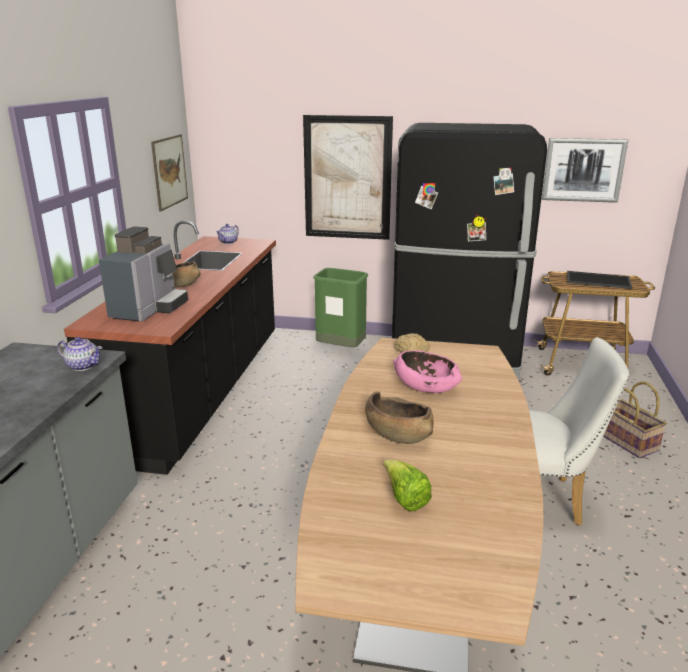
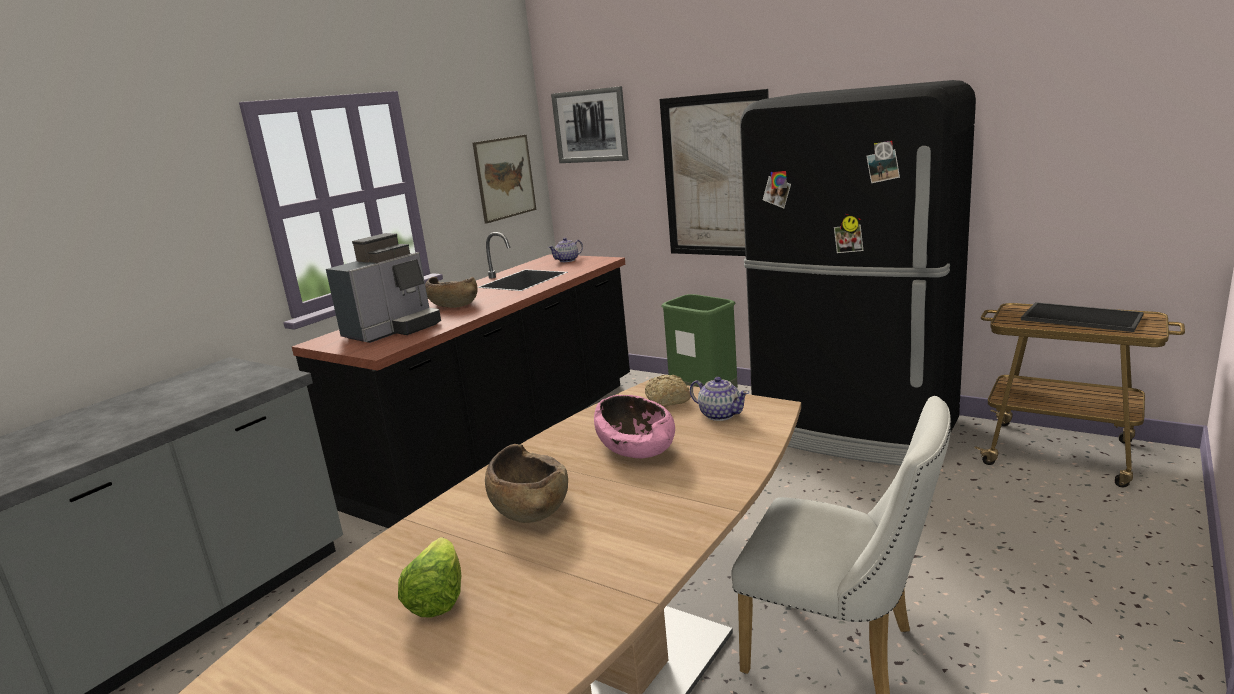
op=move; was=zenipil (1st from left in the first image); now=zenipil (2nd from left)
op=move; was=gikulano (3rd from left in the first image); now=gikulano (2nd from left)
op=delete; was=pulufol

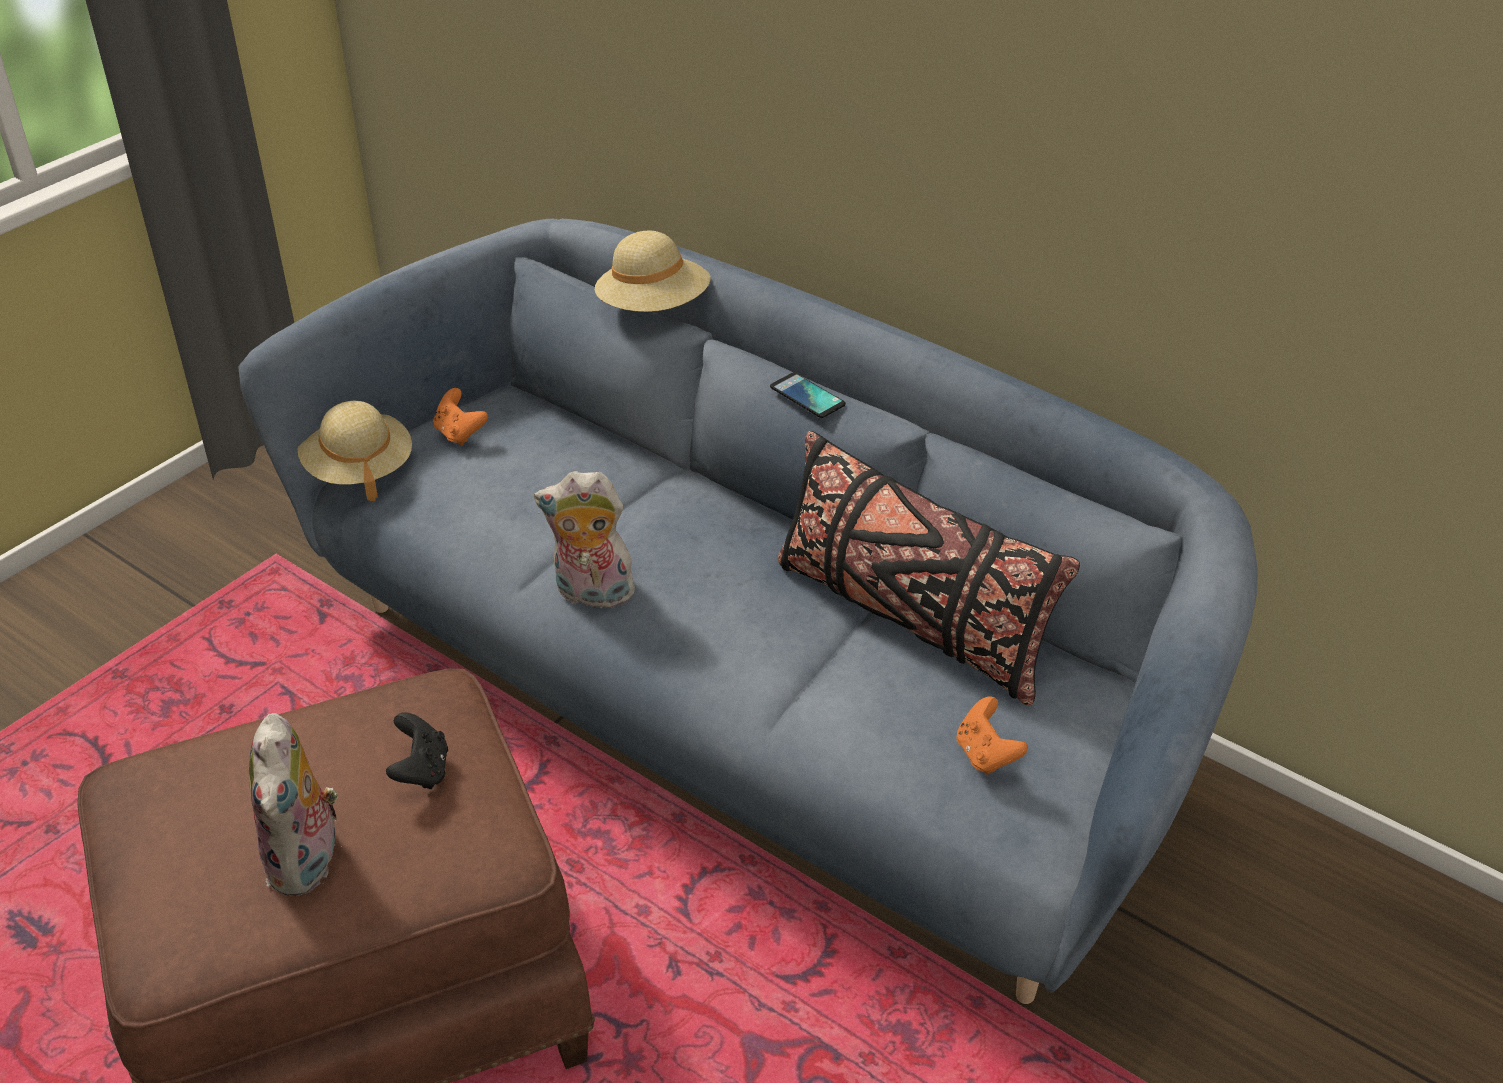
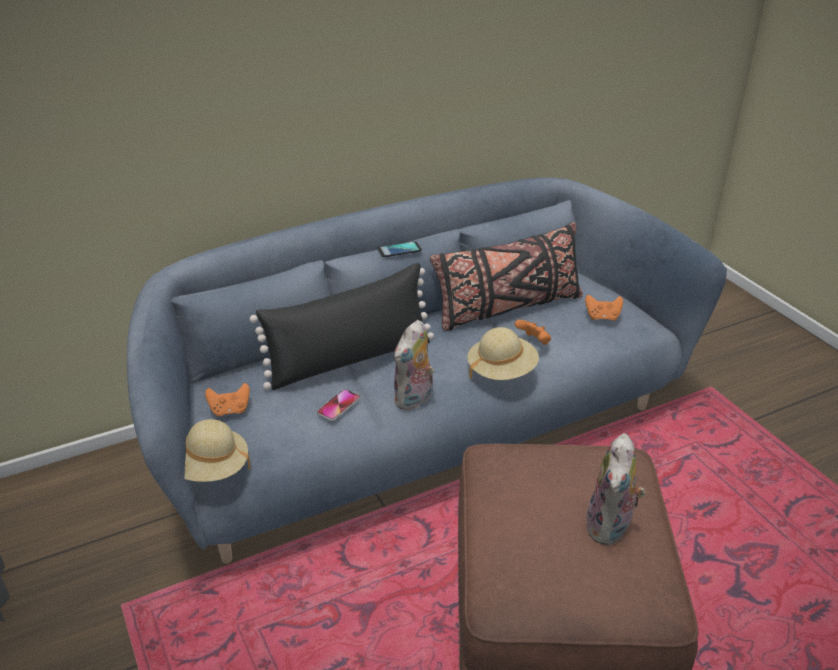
op=rotate; was=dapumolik (1st from left in the first image); clockwise=90
op=delete; was=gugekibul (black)
op=move; was=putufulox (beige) (2nd from left)
op=insert; now=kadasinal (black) (1st from left)
op=insert; now=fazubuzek (1st from left)
op=insert; now=gugekibul (orange) (2nd from left)

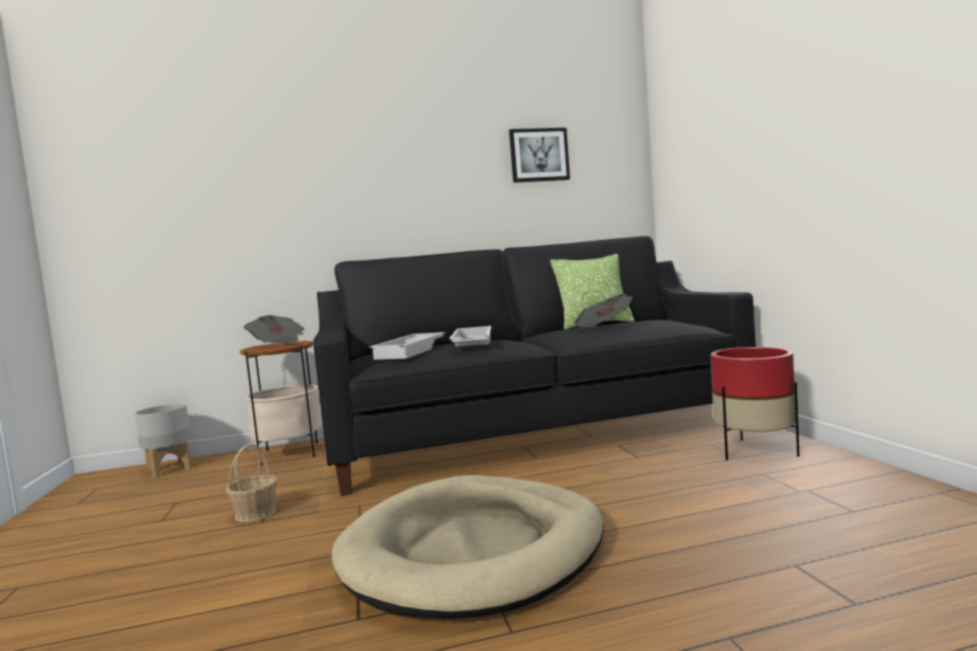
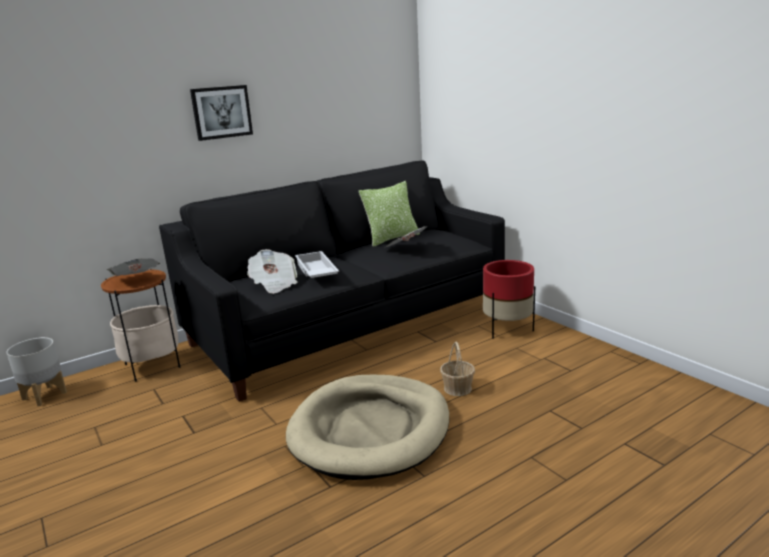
op=move; was=pulufol
op=replace; was=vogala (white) (1st from left); now=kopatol (2nd from left)
op=move; was=gikulano

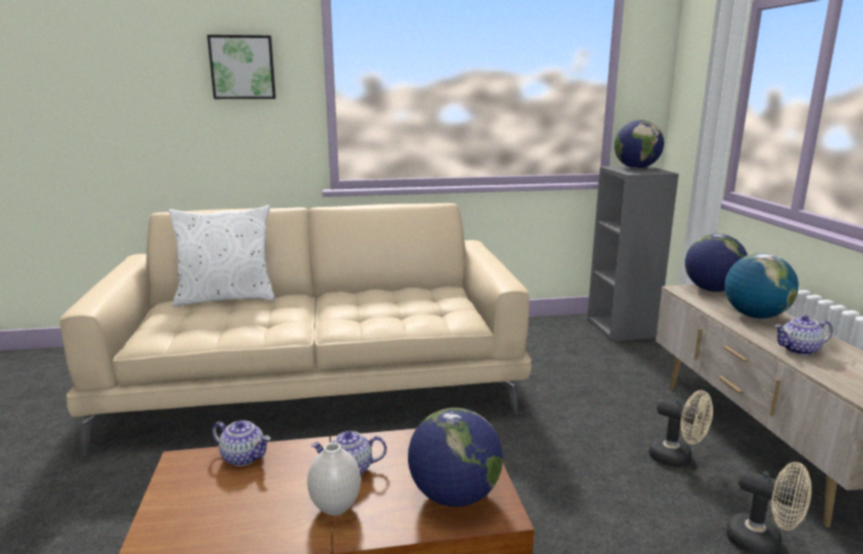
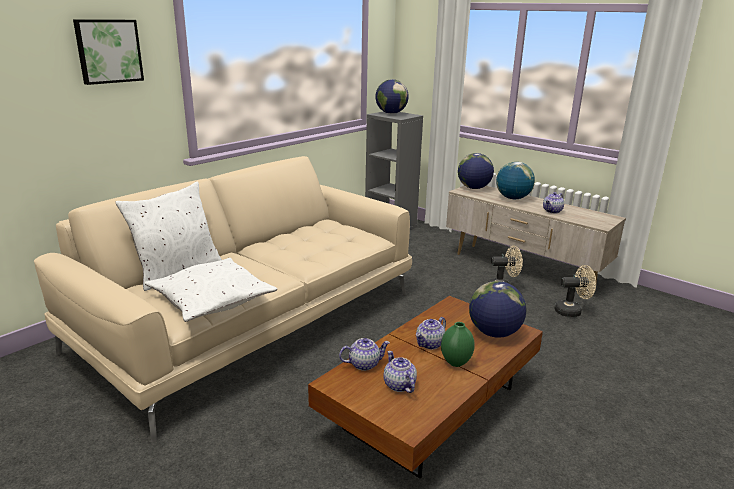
op=recolor; was=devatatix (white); now=devatatix (green)
op=insert; now=kadasinal (white) (2nd from left)
op=insert; now=zenipil (2nd from left)

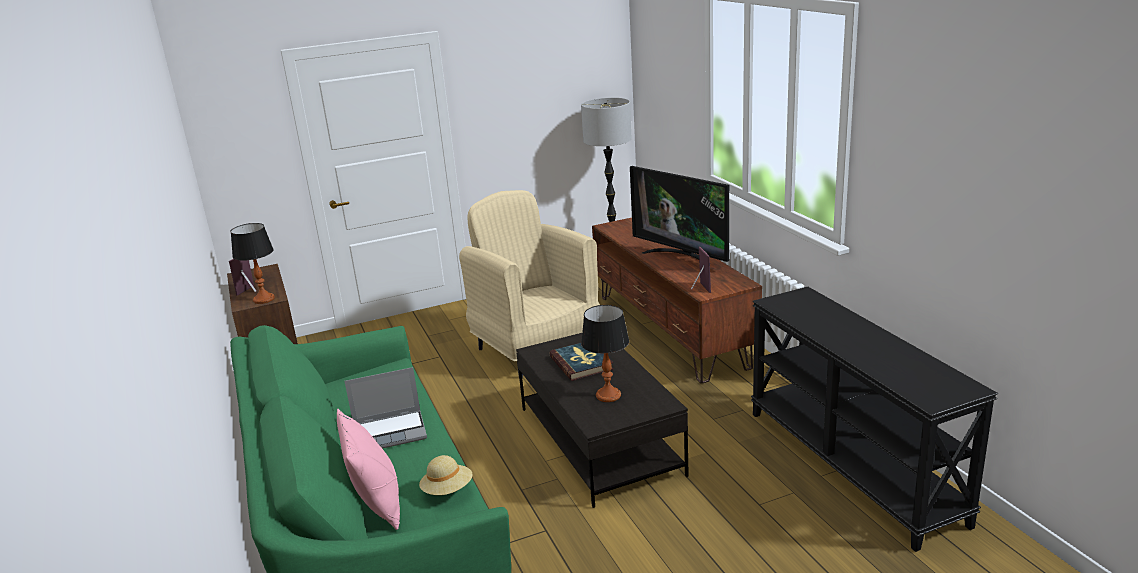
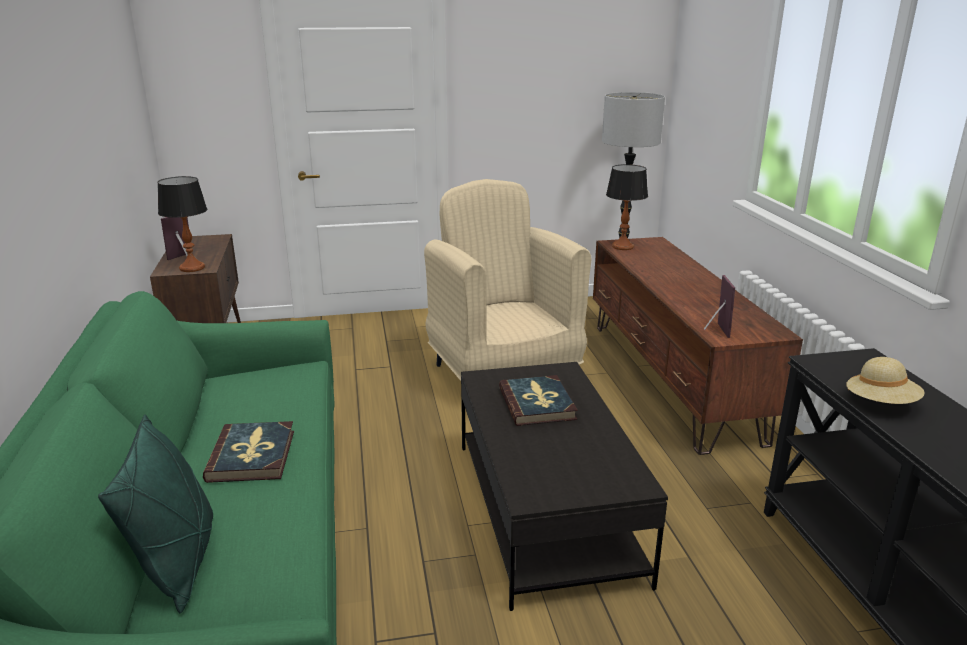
op=recolor; was=kadasinal (pink); now=kadasinal (green)
op=replace; was=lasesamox; now=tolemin (1st from left)
op=move; was=putufulox (beige)
op=move; was=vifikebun (2nd from left)
op=delete; was=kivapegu

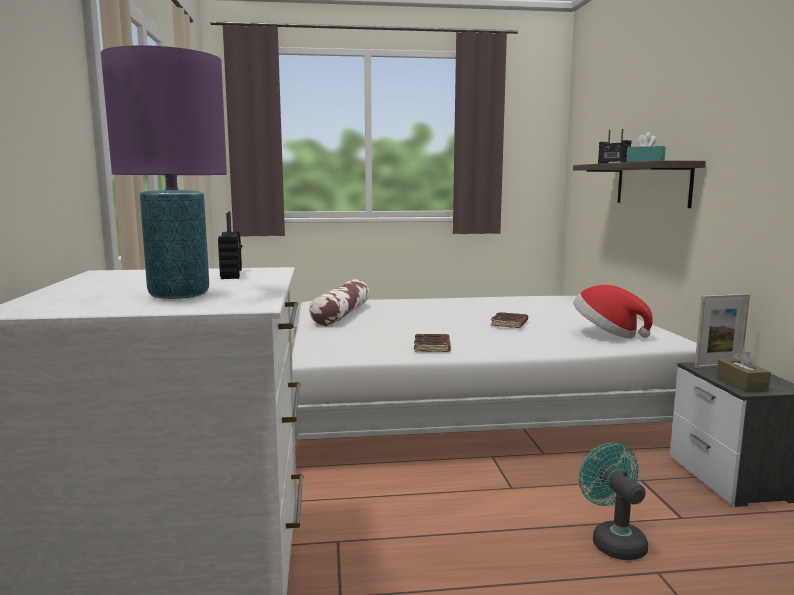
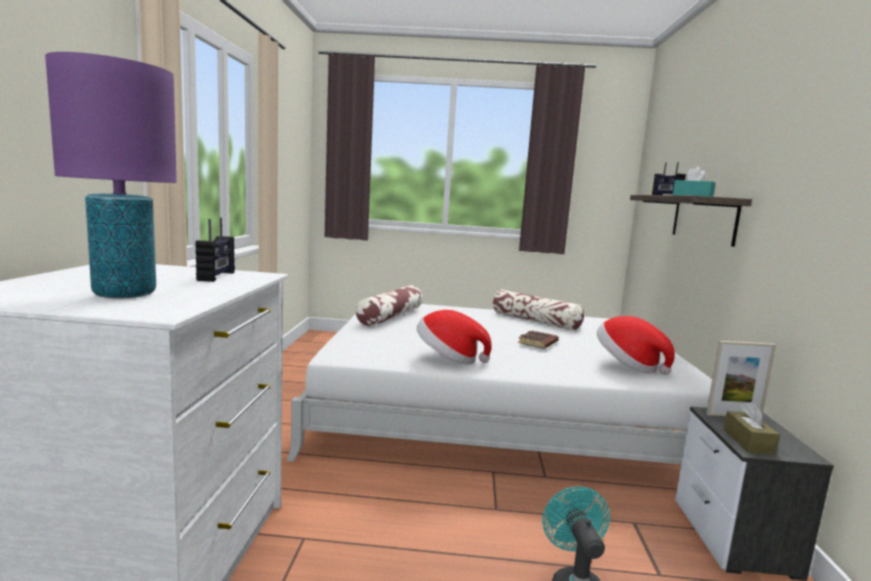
op=replace; was=tolemin (brown) (1st from left); now=putufulox (1st from left)
op=insert; now=kadasinal (2nd from left)

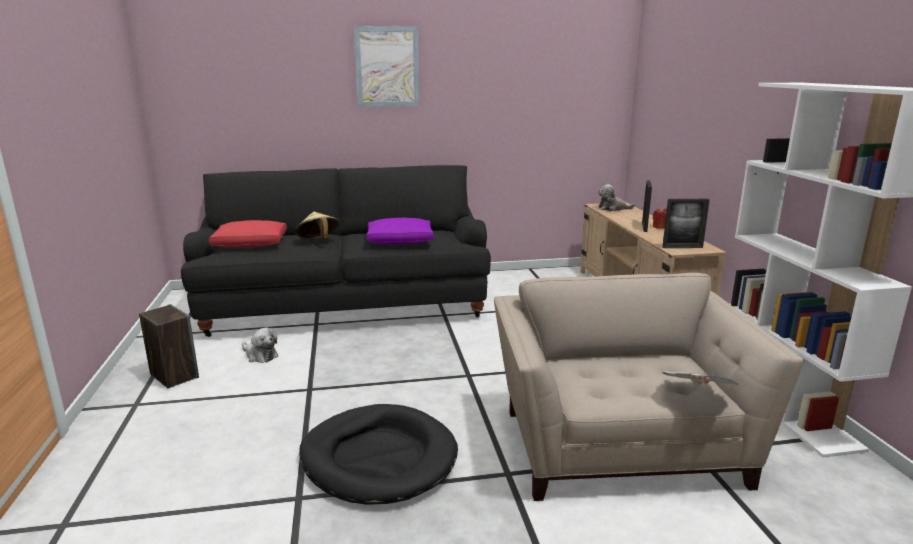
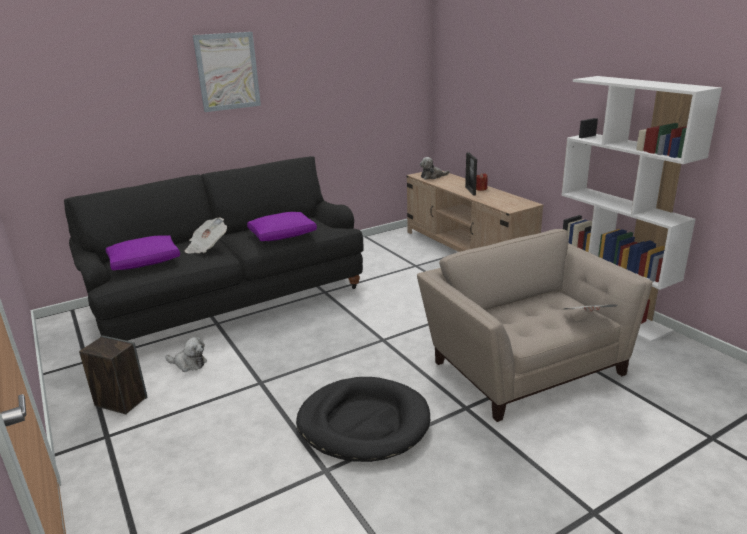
op=recolor; was=kadasinal (red); now=kadasinal (purple) (1st from left)
op=replace; was=putufulox (beige); now=kopatol (1st from left)
op=delete; was=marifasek (2nd from left)

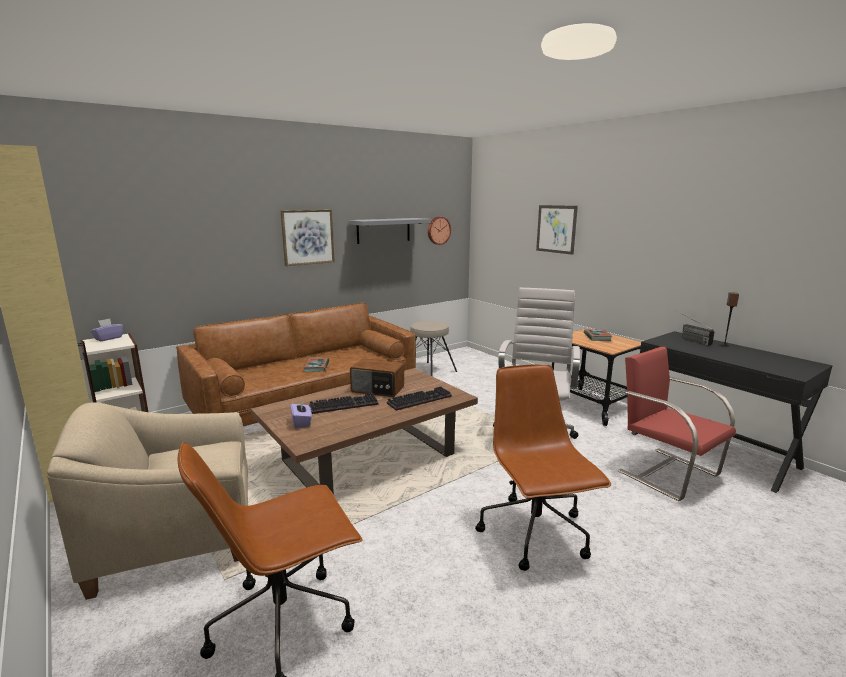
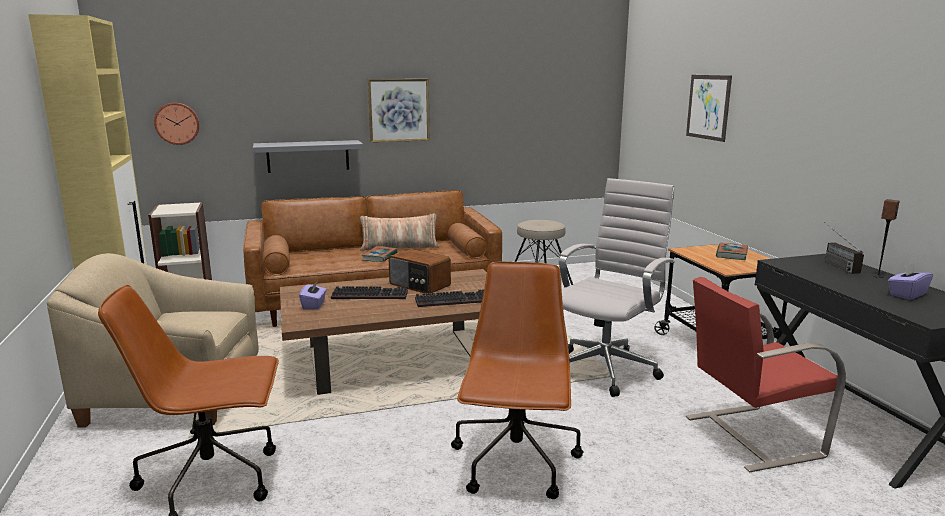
op=move; was=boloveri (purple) (1st from left in the first image); now=boloveri (purple) (2nd from left)
op=move; was=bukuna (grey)
op=move; was=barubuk
op=rotate; was=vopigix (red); clockwise=-90
op=insert; now=kadasinal

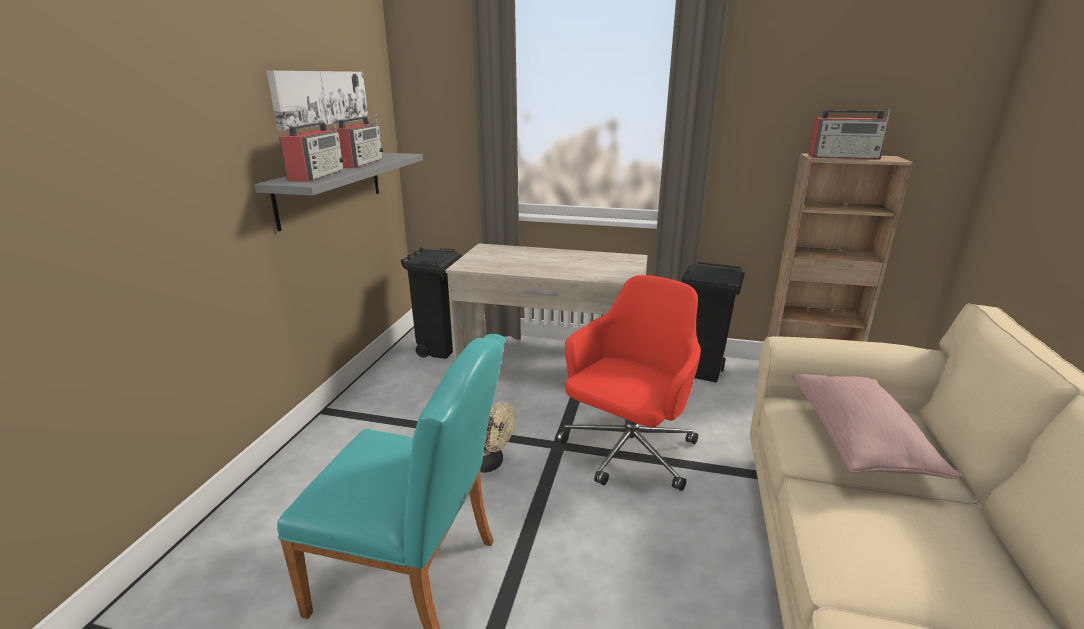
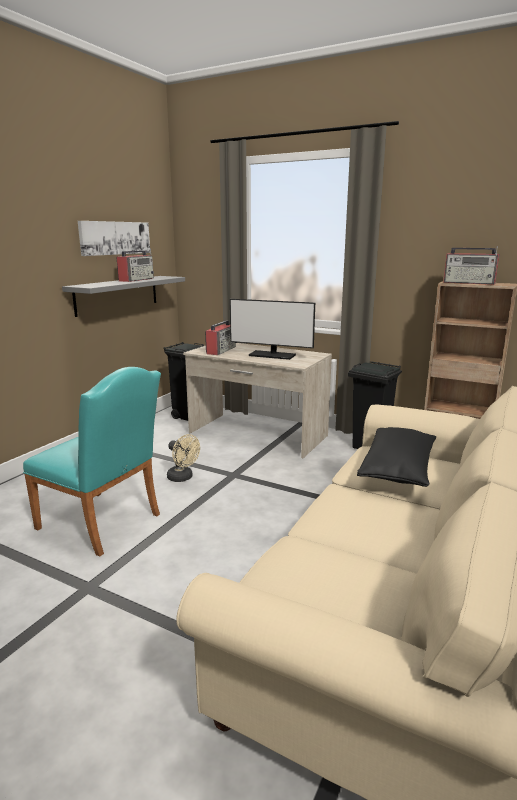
op=move; was=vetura (1st from left in the first image); now=vetura (2nd from left)
op=delete; was=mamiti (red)
op=recolor; was=kadasinal (pink); now=kadasinal (black)
op=insert; now=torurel

